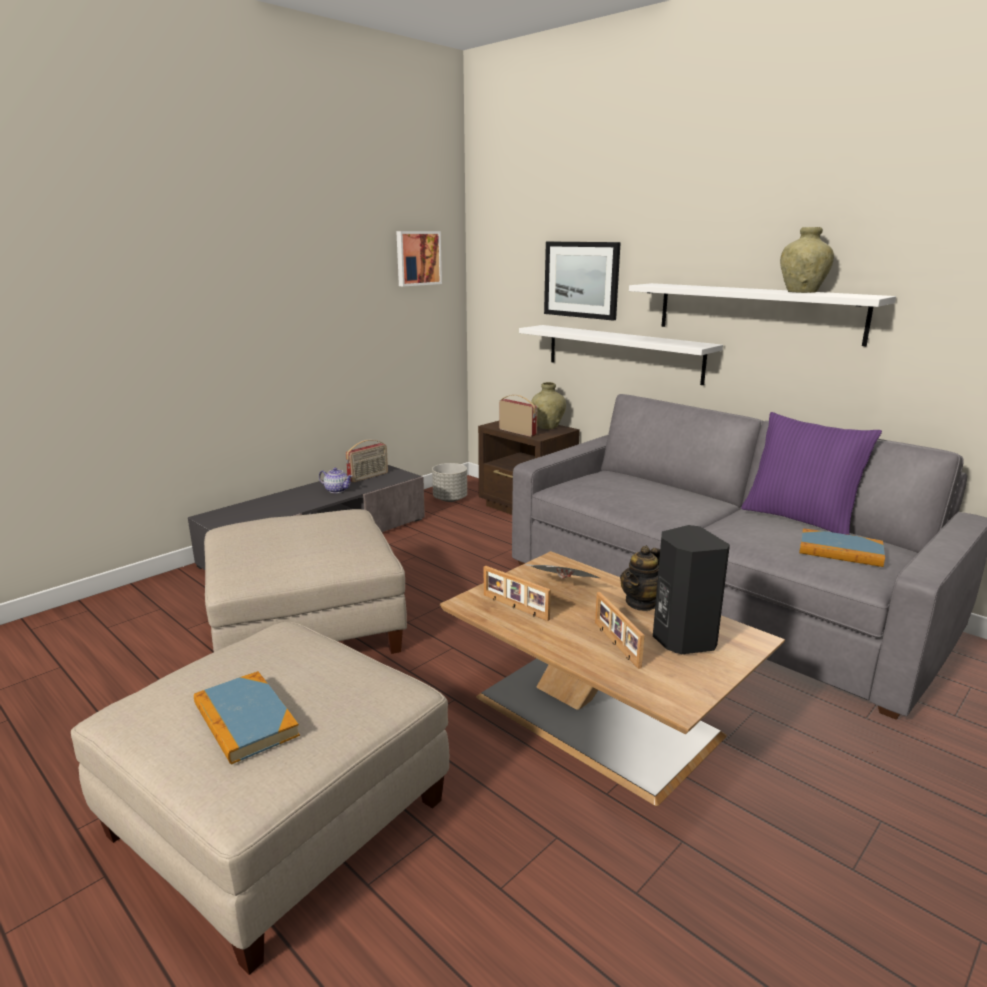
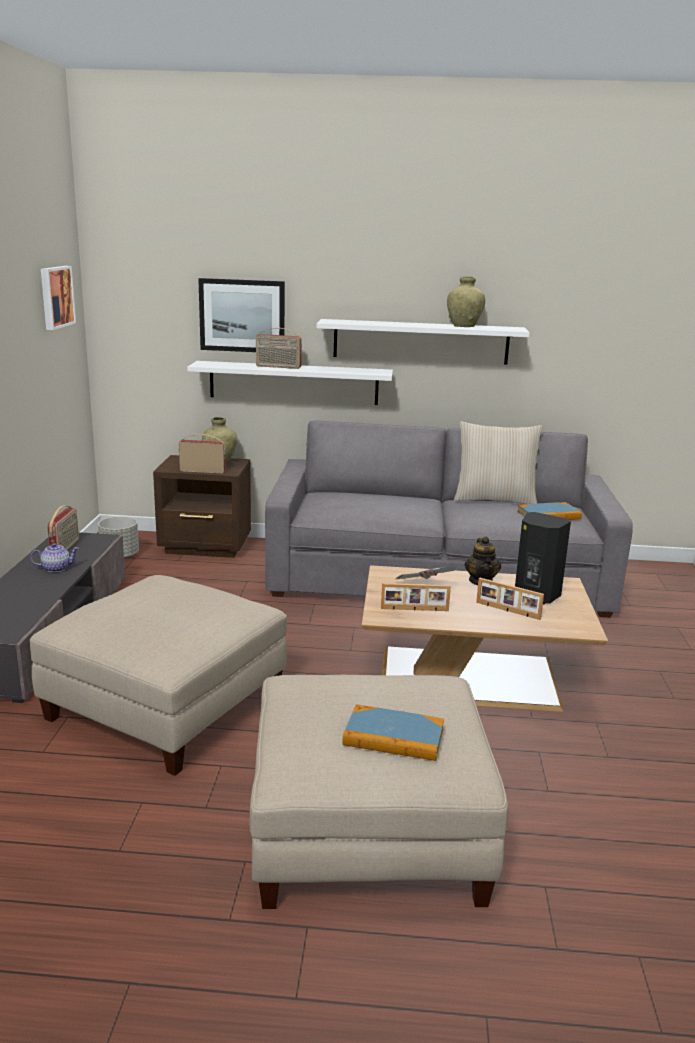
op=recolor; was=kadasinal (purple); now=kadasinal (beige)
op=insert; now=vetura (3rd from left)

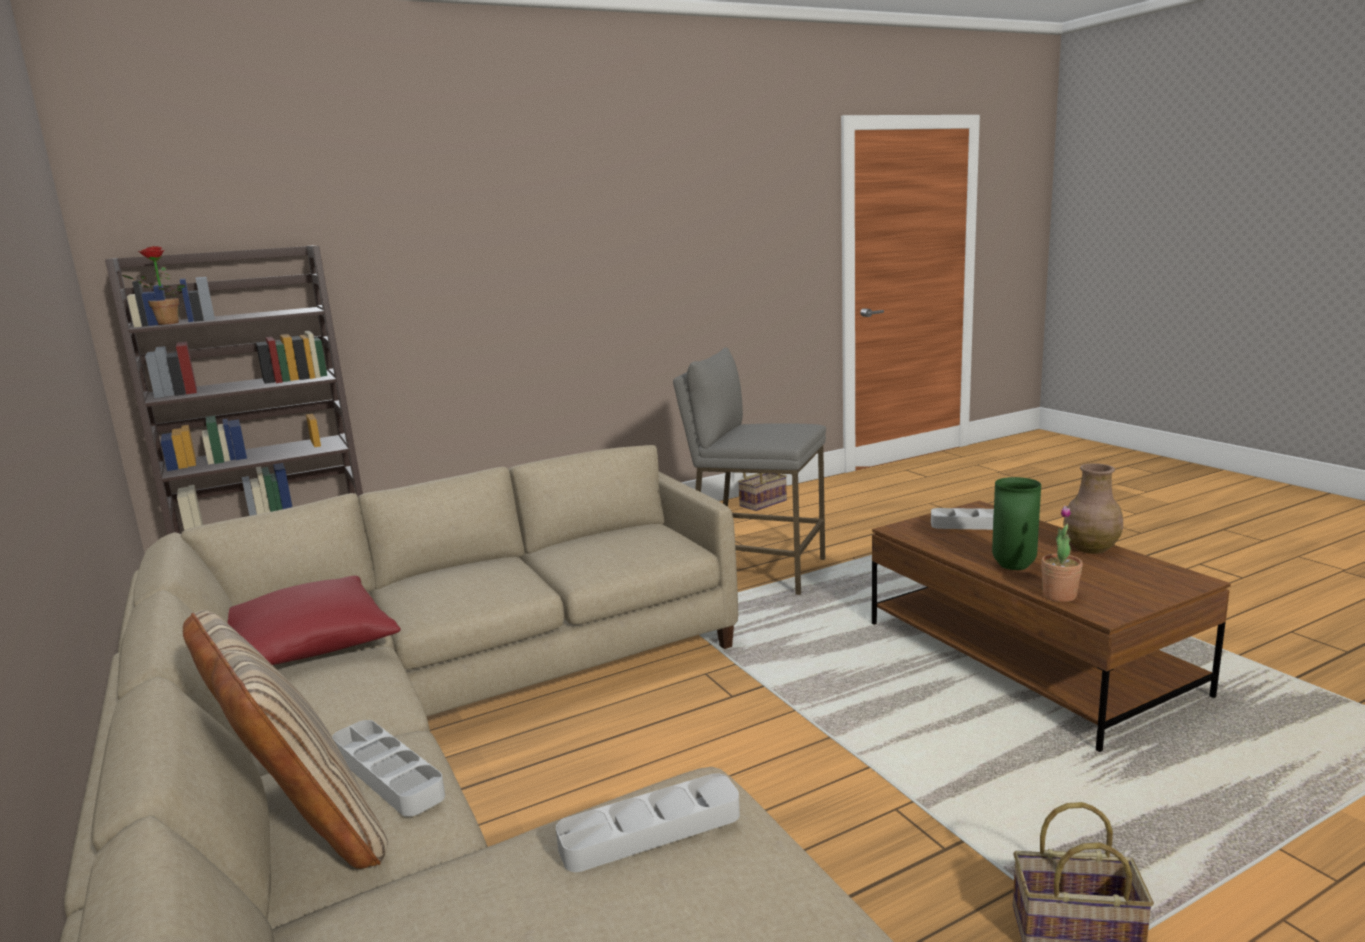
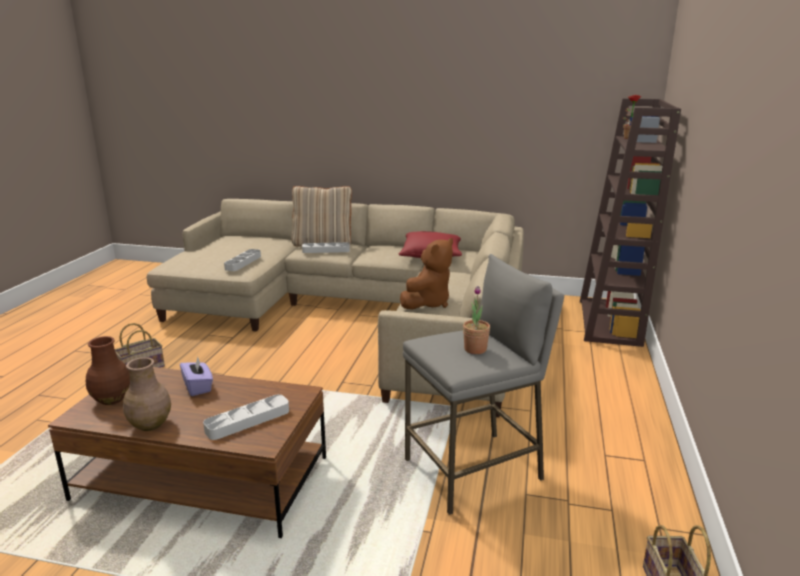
op=replace; was=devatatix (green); now=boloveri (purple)
op=move; was=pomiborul (2nd from left in the first image); now=pomiborul (1st from left)
op=insert; now=devatatix (brown) (1st from left)
op=insert; now=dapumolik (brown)

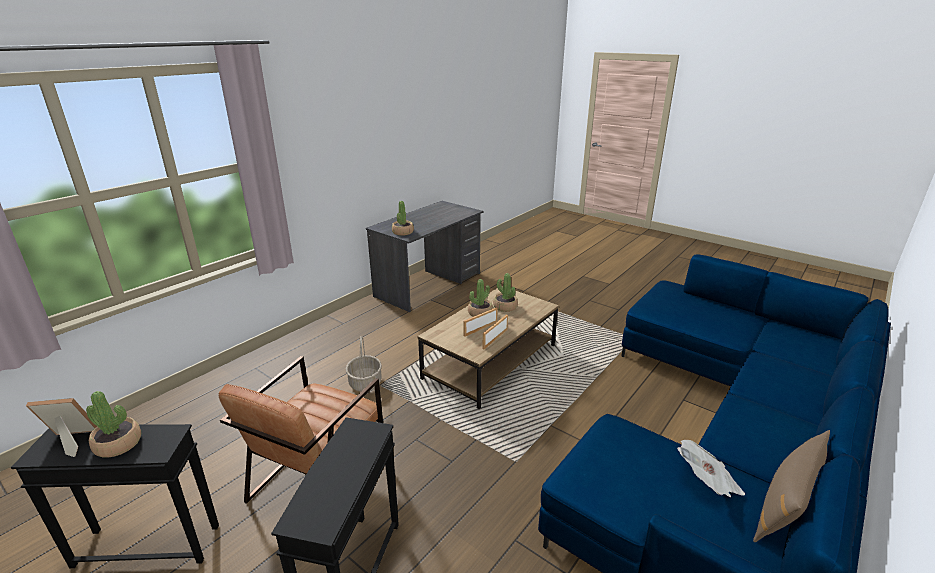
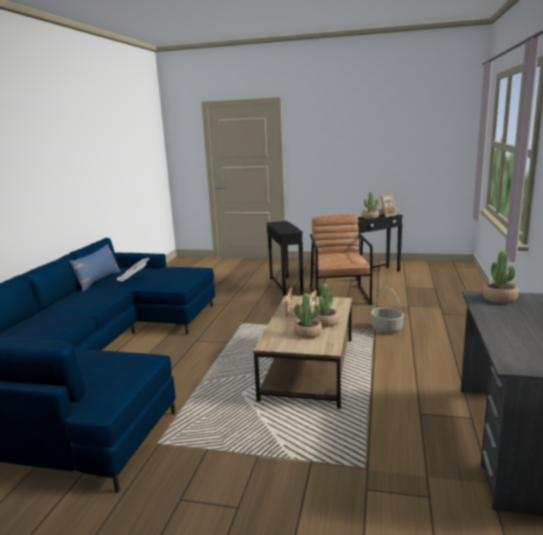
op=recolor; was=kadasinal (brown); now=kadasinal (blue)

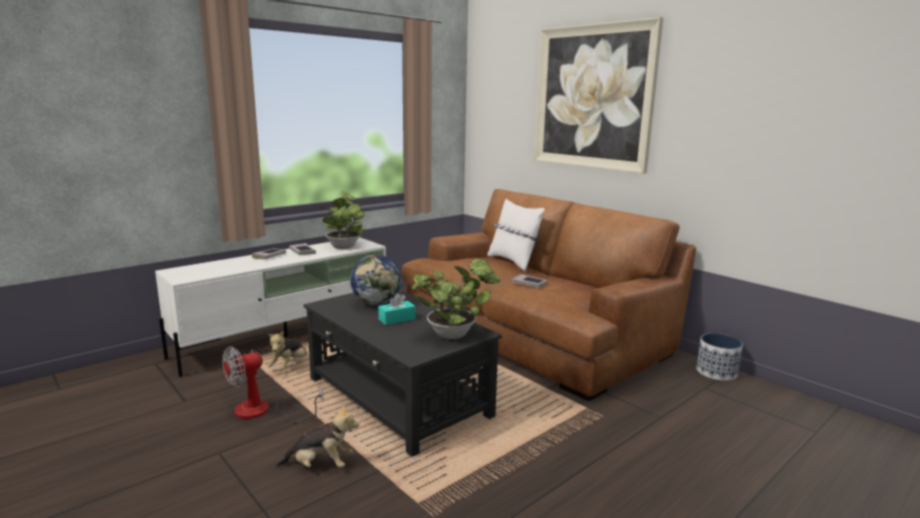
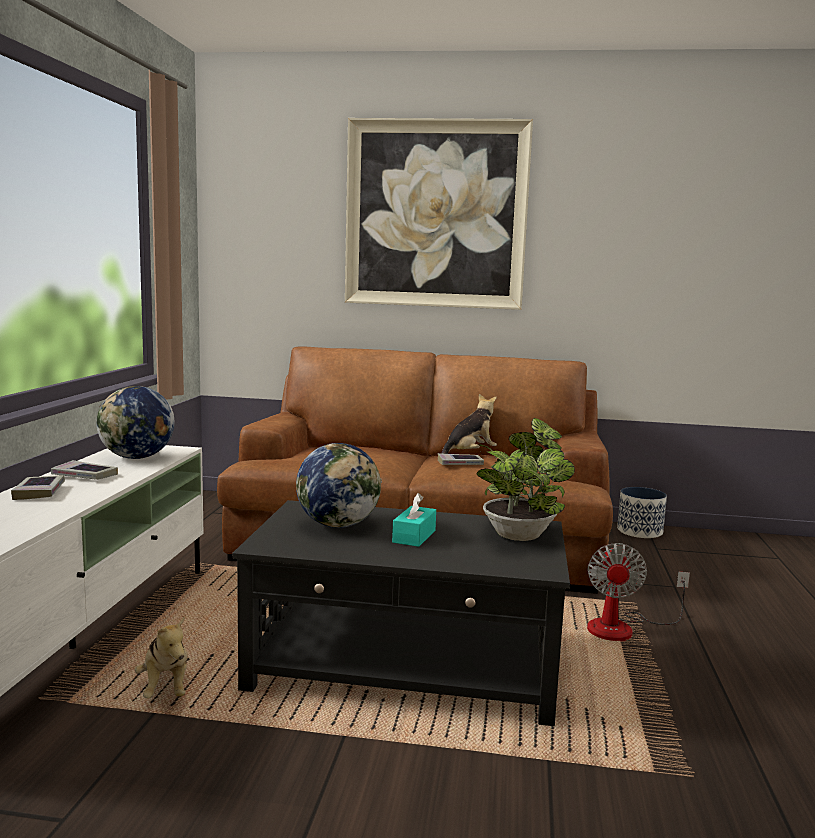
op=move; was=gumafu
op=move; was=dapumolik (2nd from left)
op=replace; was=pomiborul (1st from left); now=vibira (1st from left)
op=delete; was=kadasinal (white)

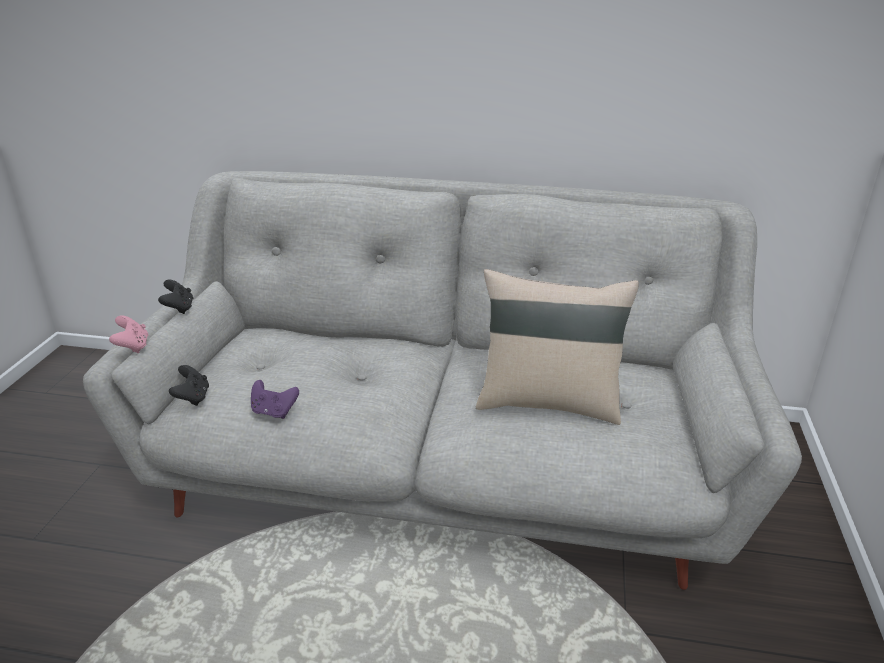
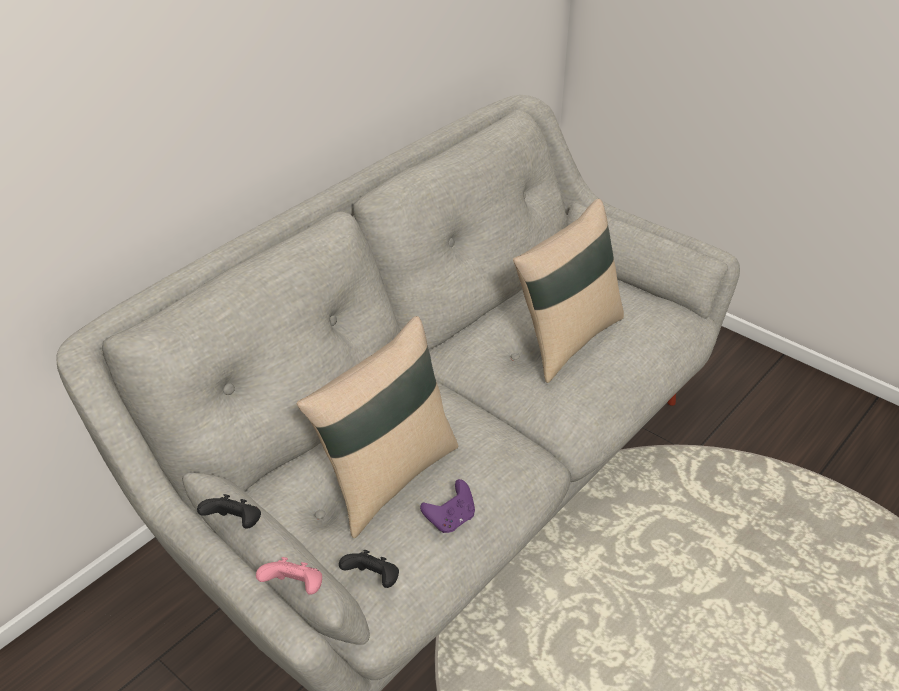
op=insert; now=kadasinal (beige) (1st from left)

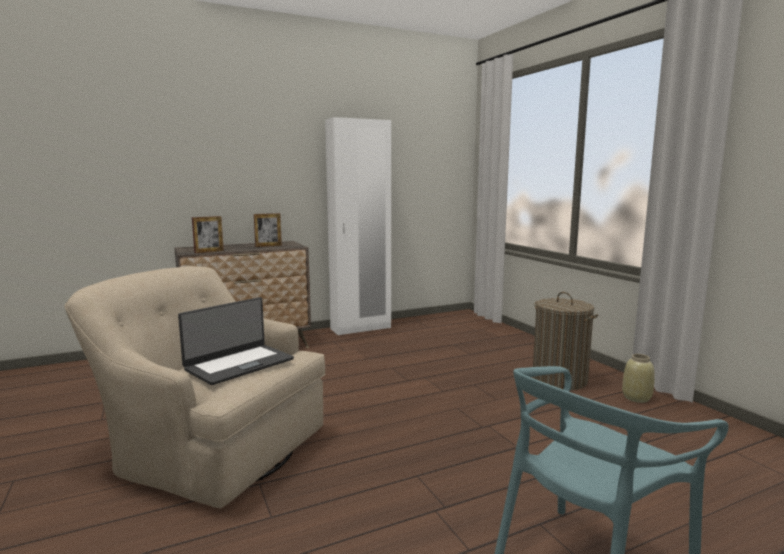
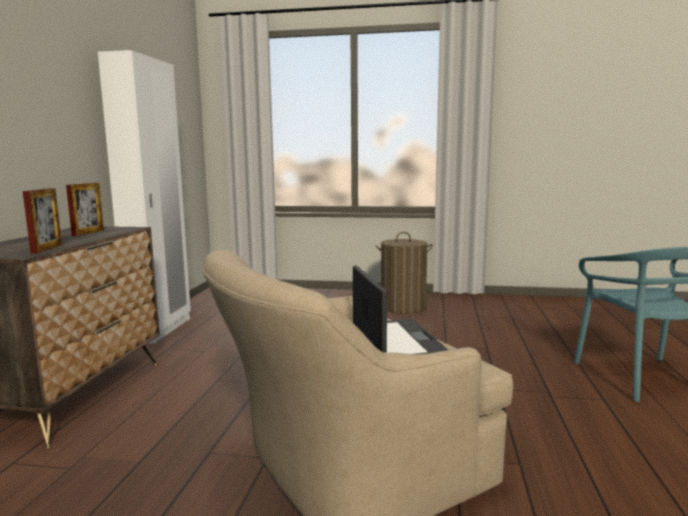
op=delete; was=devatatix (beige)

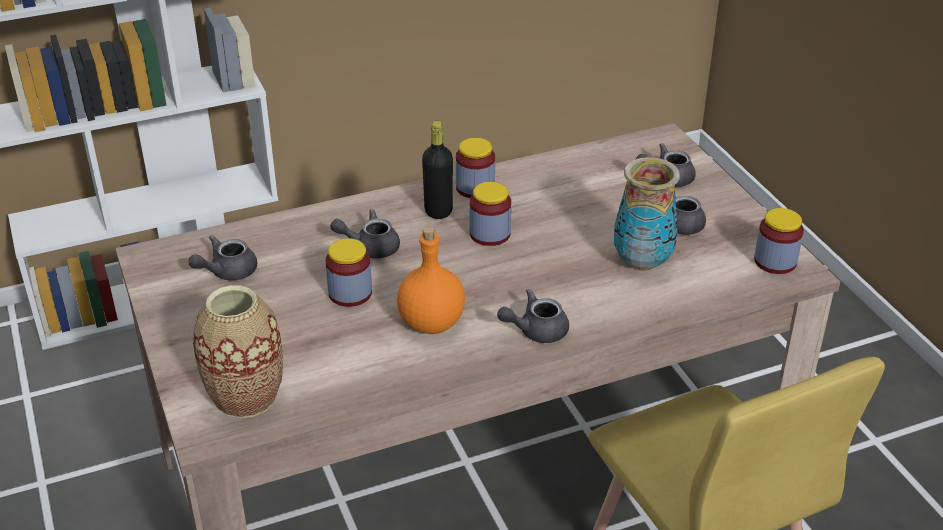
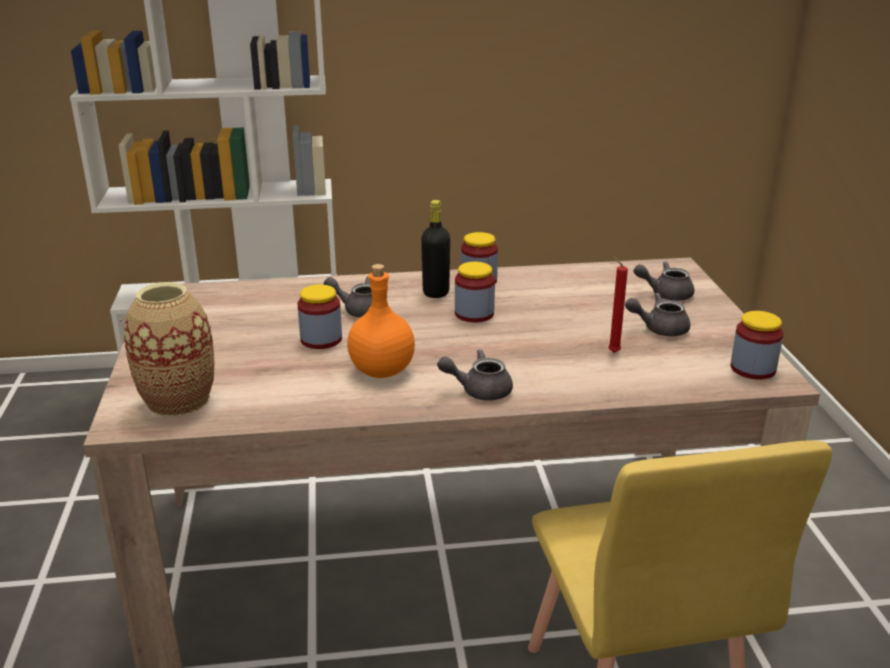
op=delete; was=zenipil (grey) (1st from left)
op=replace; was=devatatix (2nd from left); now=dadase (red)

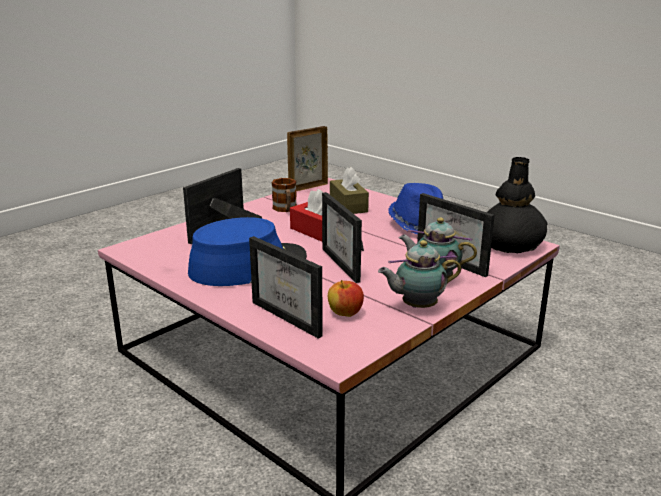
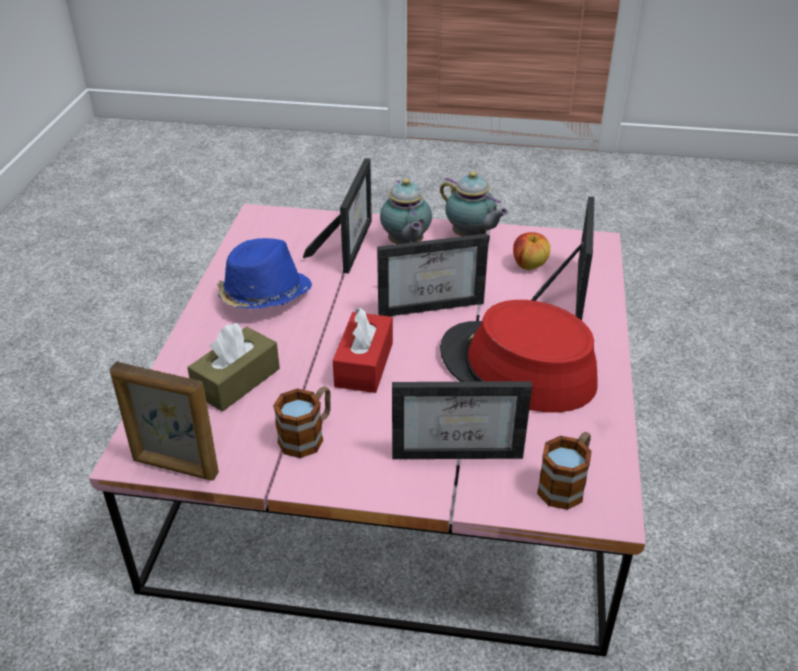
op=recolor; was=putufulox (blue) (1st from left); now=putufulox (red)
op=rotate; was=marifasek (4th from left in the first image); clockwise=45
op=delete; was=devatatix (black)
op=insert; now=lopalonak (2nd from left)

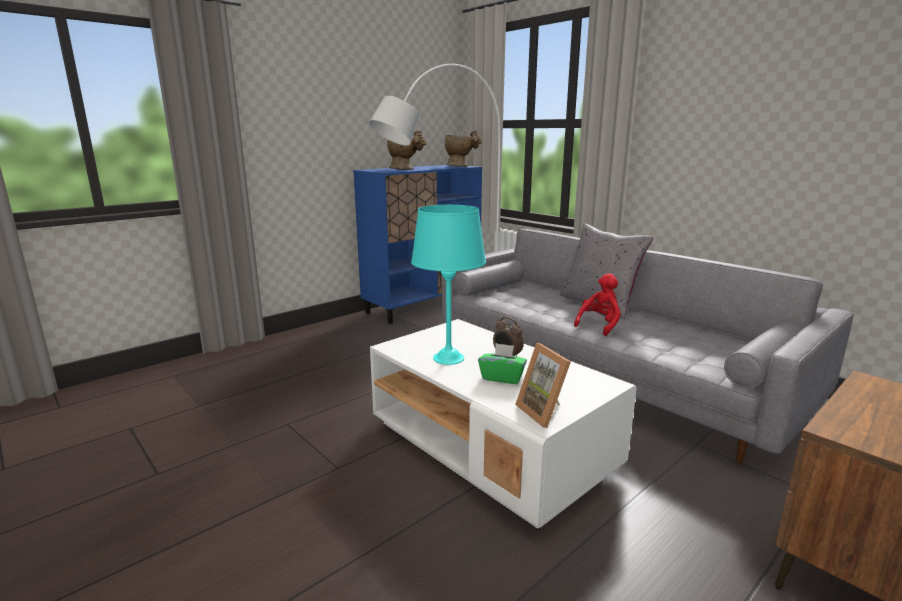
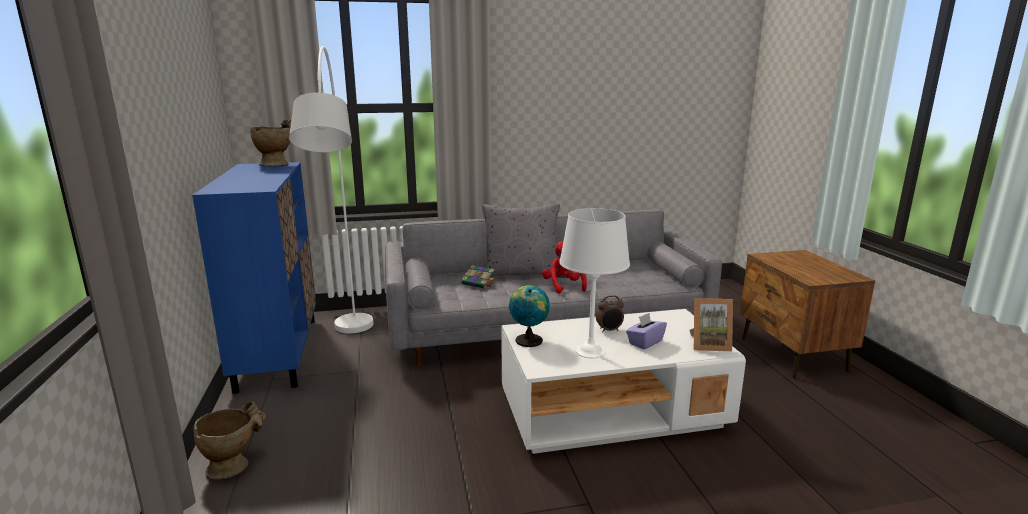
op=move; was=devatatix (beige) (1st from left)
op=recolor; was=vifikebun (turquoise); now=vifikebun (white)
op=recolor; was=boloveri (green); now=boloveri (purple)
op=insert; now=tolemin
op=insert; now=vibira

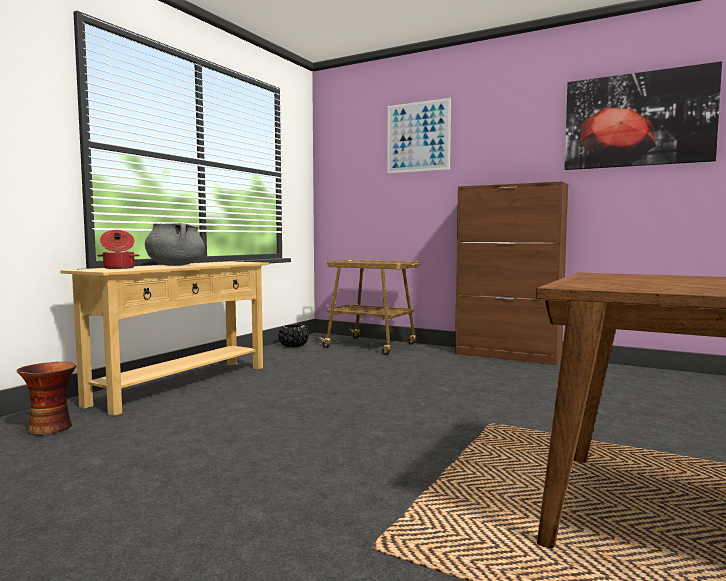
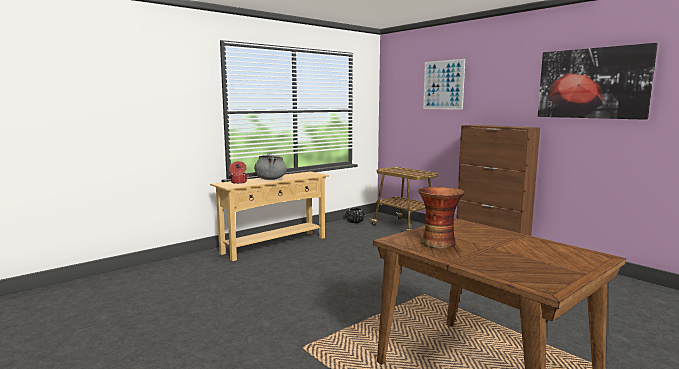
op=move; was=devatatix

